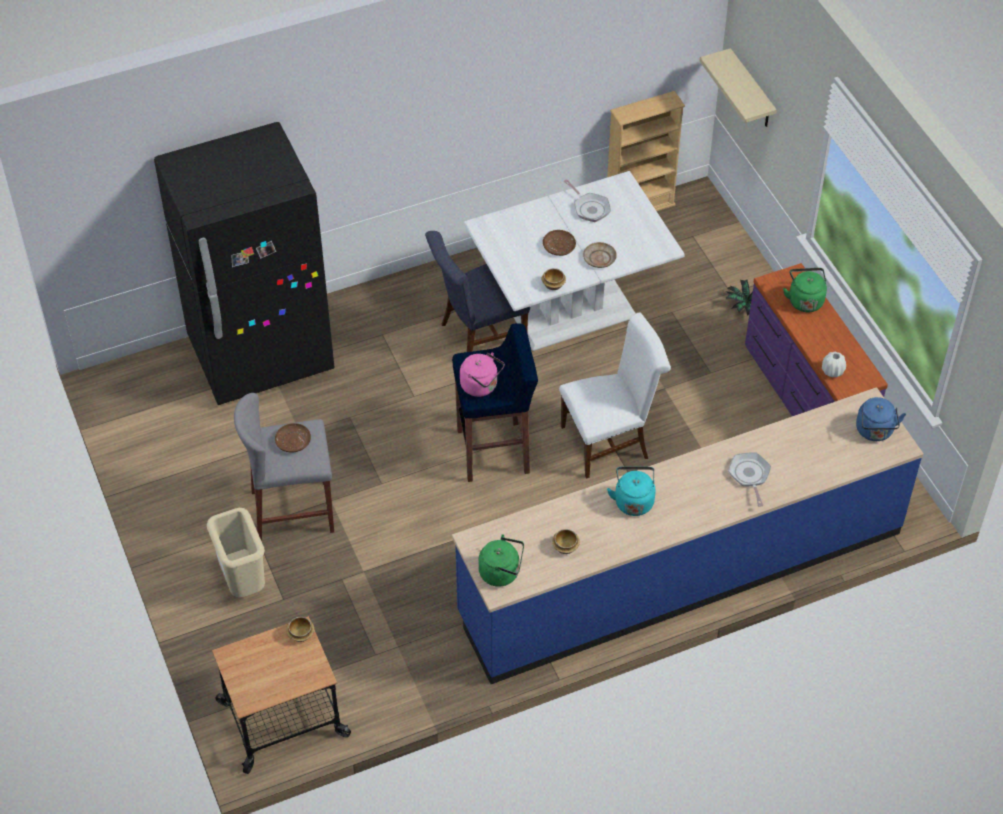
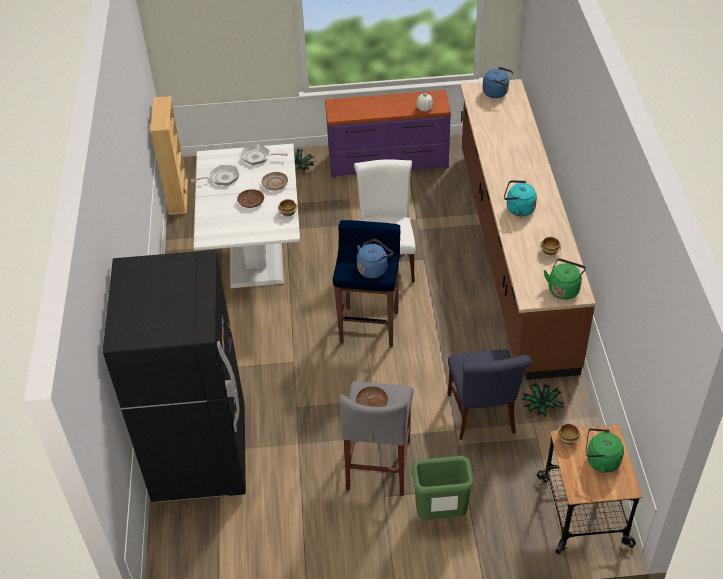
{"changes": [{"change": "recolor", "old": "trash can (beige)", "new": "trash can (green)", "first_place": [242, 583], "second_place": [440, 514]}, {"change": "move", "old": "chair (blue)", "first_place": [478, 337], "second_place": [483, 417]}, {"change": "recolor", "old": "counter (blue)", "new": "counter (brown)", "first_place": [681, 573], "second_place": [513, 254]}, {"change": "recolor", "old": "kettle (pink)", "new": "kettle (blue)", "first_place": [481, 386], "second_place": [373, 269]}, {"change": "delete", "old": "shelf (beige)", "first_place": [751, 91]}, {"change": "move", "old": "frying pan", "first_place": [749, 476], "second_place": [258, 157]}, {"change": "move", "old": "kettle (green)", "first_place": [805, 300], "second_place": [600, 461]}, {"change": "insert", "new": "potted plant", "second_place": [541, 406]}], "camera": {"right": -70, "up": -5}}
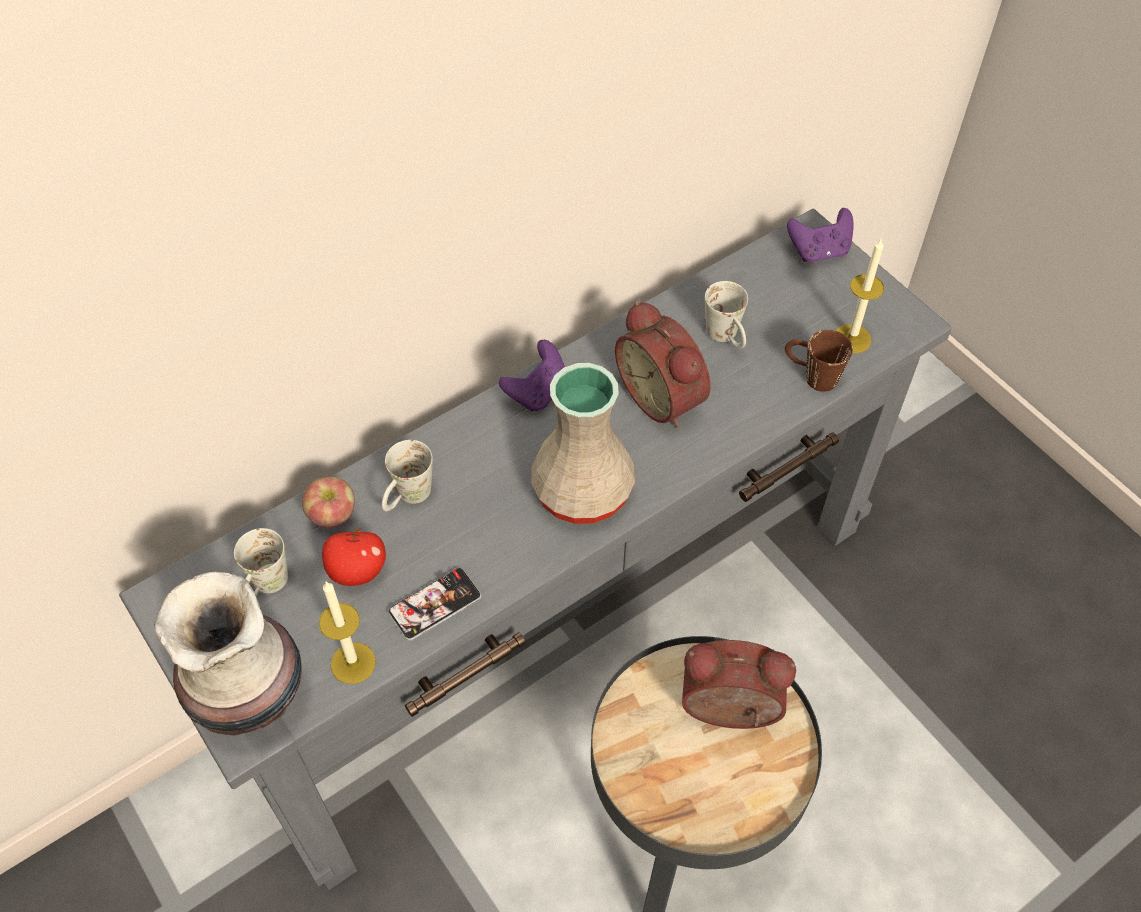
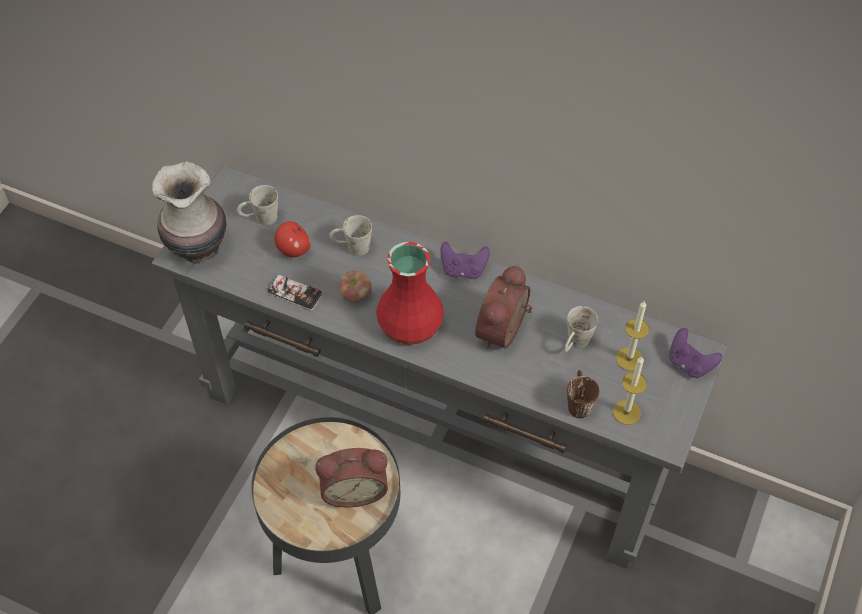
{"changes": [{"change": "move", "old": "apple", "first_place": [332, 515], "second_place": [356, 295]}, {"change": "move", "old": "candle", "first_place": [353, 663], "second_place": [629, 359]}, {"change": "recolor", "old": "vase (beige)", "new": "vase (red)", "first_place": [580, 490], "second_place": [409, 322]}, {"change": "rotate", "old": "alarm clock", "first_place": [729, 712], "second_place": [354, 488], "degrees": 105}], "camera": {"right": 60, "up": 0}}
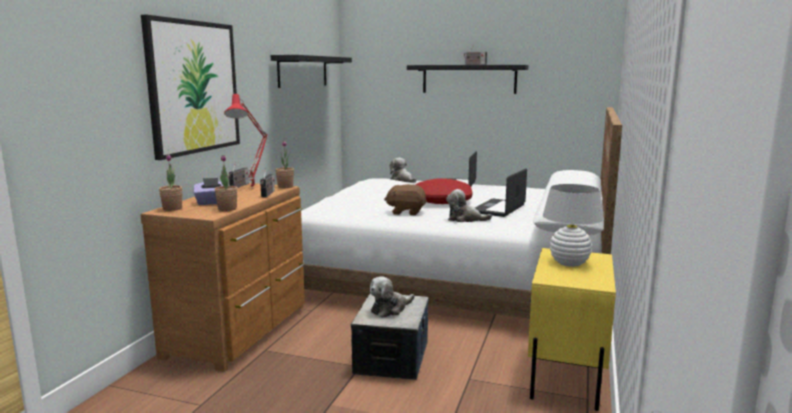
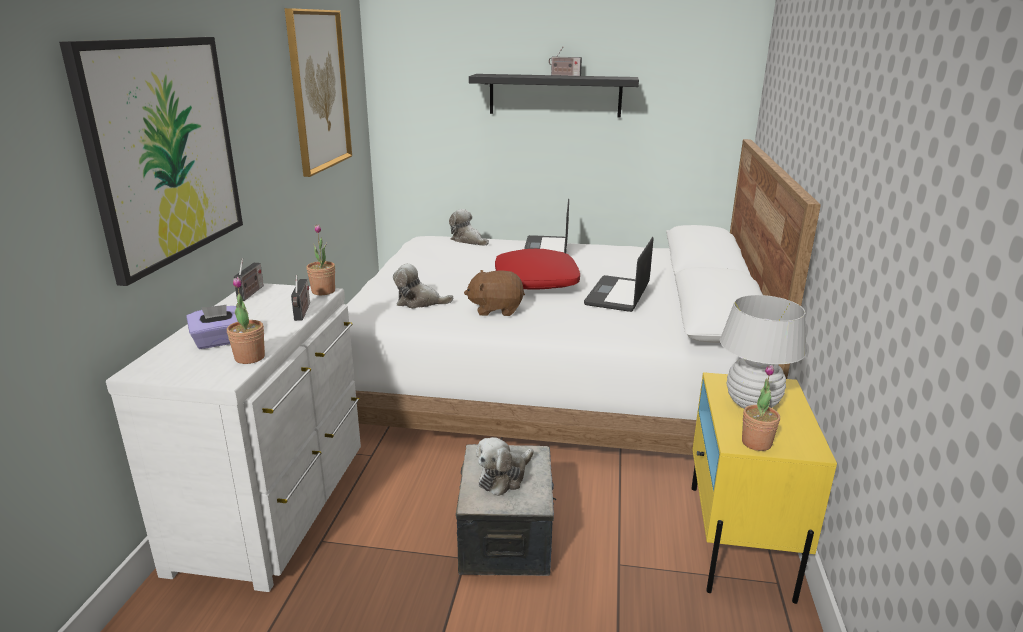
{"changes": [{"change": "recolor", "old": "dresser (brown)", "new": "dresser (white)", "first_place": [241, 330], "second_place": [278, 504]}, {"change": "move", "old": "potted plant", "first_place": [172, 209], "second_place": [756, 443]}, {"change": "delete", "old": "table lamp (red)", "first_place": [254, 188]}, {"change": "replace", "old": "shelf (black)", "new": "picture", "first_place": [303, 71], "second_place": [319, 90]}, {"change": "move", "old": "plush toy", "first_place": [465, 219], "second_place": [419, 302]}], "camera": {"right": -10, "up": 10}}
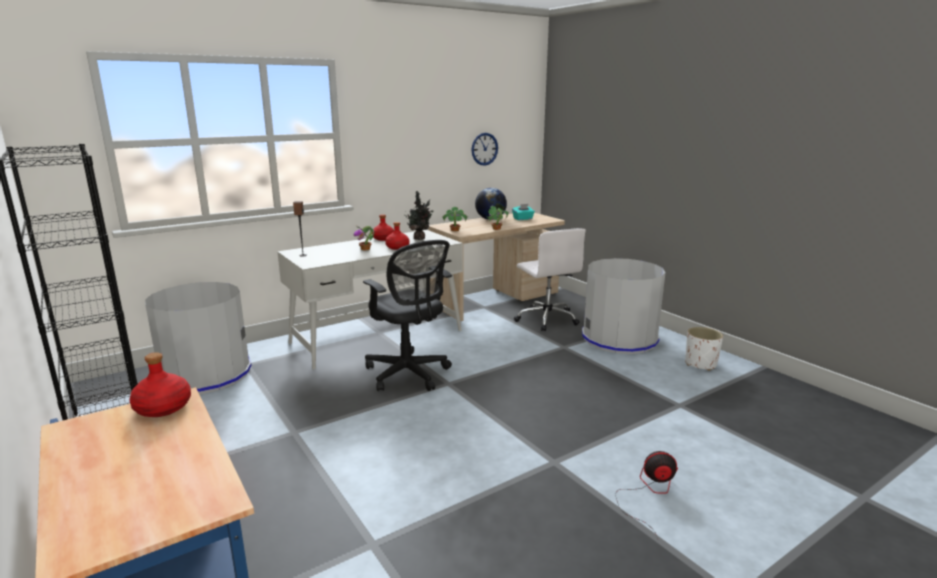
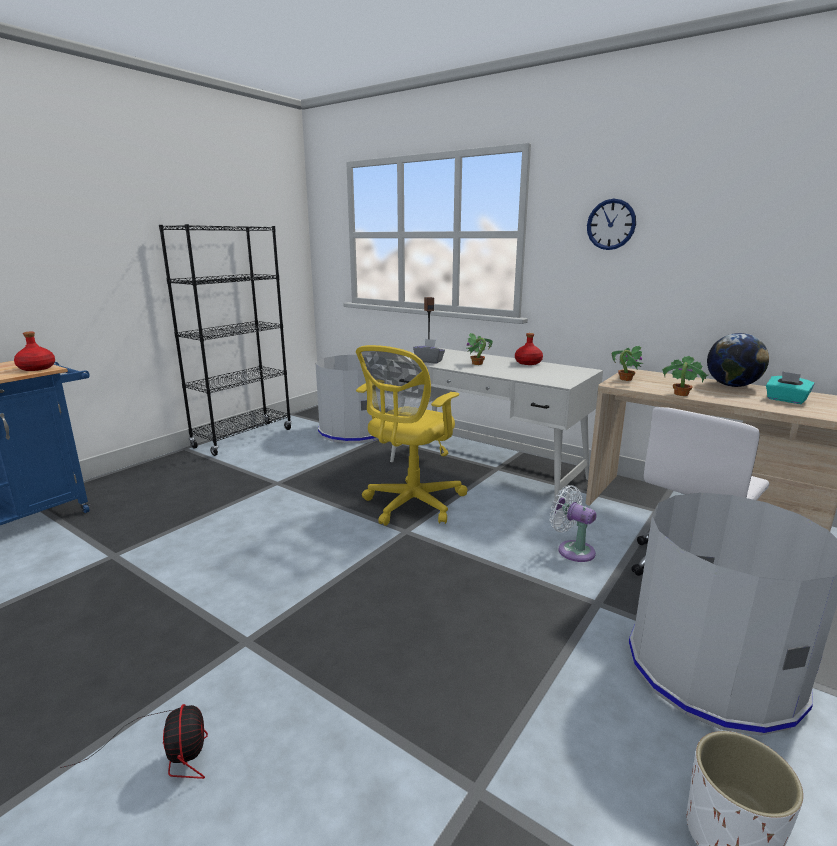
{"changes": [{"change": "recolor", "old": "office chair (black)", "new": "office chair (yellow)", "first_place": [409, 374], "second_place": [411, 505]}, {"change": "delete", "old": "bottle (red)", "first_place": [397, 247]}, {"change": "delete", "old": "potted plant", "first_place": [419, 238]}, {"change": "move", "old": "wall clock", "first_place": [484, 149], "second_place": [611, 224]}, {"change": "insert", "new": "tissue box (grey)", "second_place": [429, 361]}, {"change": "insert", "new": "fan (white)", "second_place": [572, 550]}], "camera": {"right": 70, "up": 0}}
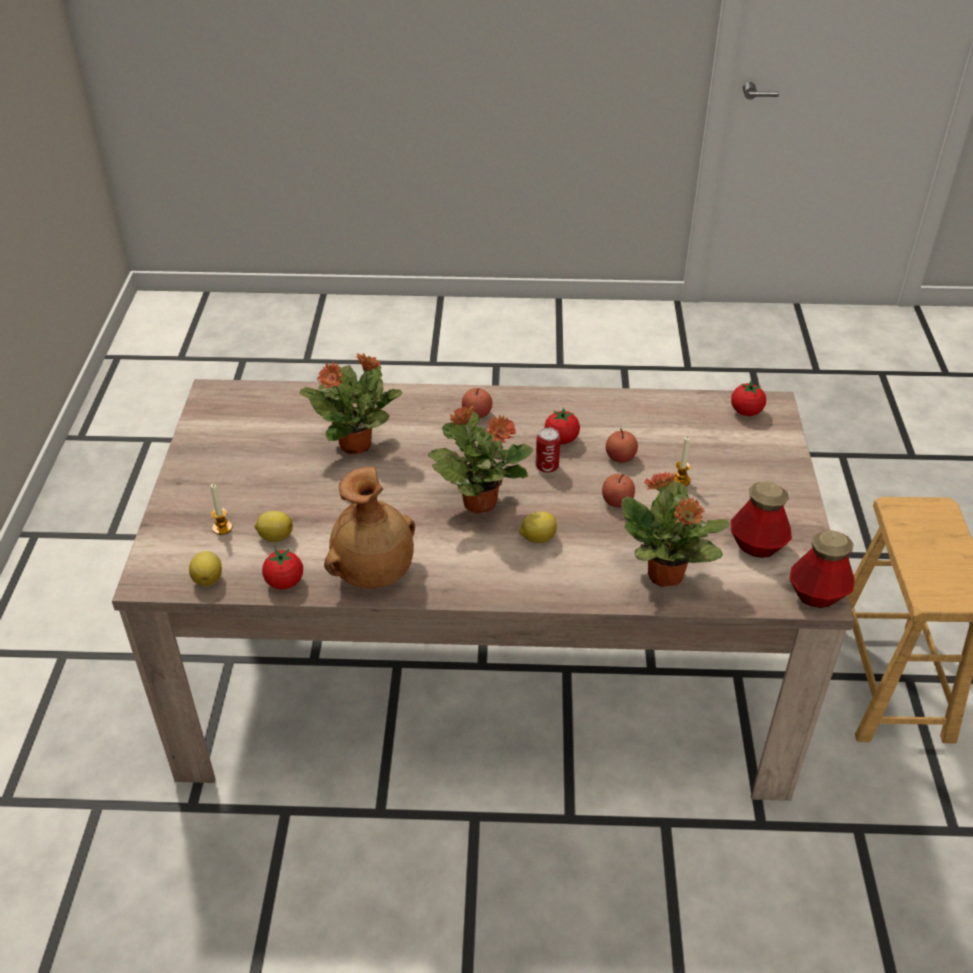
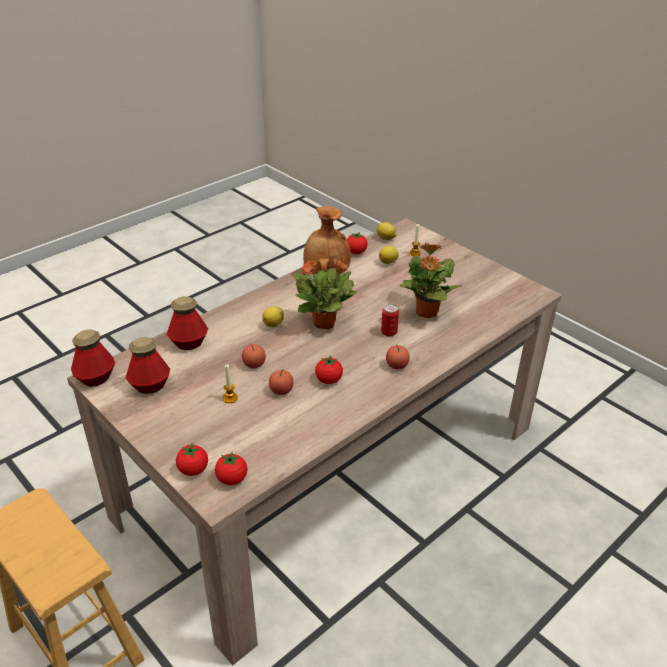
{"changes": [{"change": "move", "old": "can", "first_place": [547, 466], "second_place": [389, 332]}, {"change": "replace", "old": "potted plant", "new": "bottle", "first_place": [665, 576], "second_place": [189, 343]}, {"change": "insert", "new": "tomato", "second_place": [193, 470]}], "camera": {"right": 135, "up": -5}}
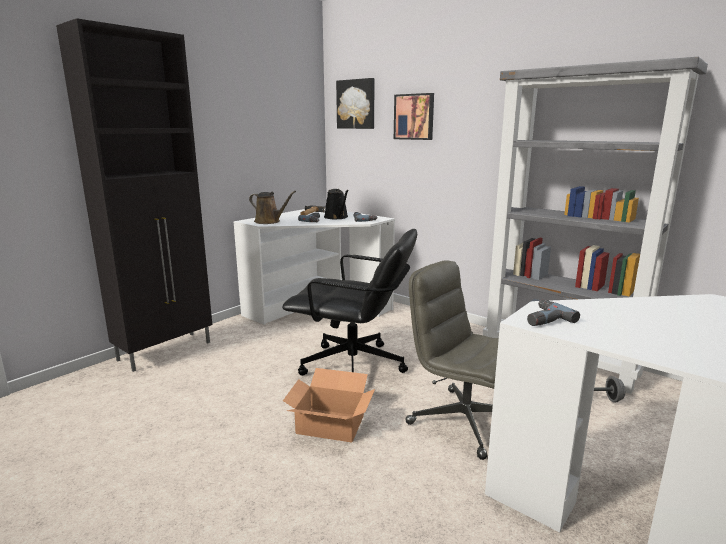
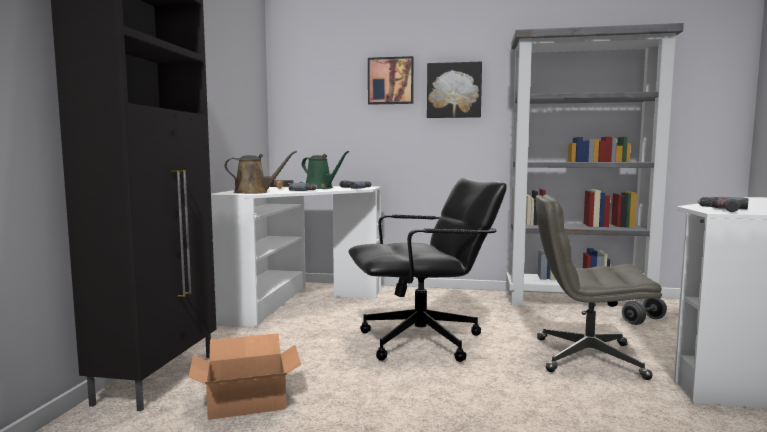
{"changes": [{"change": "move", "old": "cardboard box", "first_place": [330, 424], "second_place": [246, 400]}, {"change": "recolor", "old": "watering can (black)", "new": "watering can (green)", "first_place": [337, 217], "second_place": [321, 188]}, {"change": "move", "old": "picture", "first_place": [356, 104], "second_place": [454, 90]}], "camera": {"right": -30, "up": -10}}
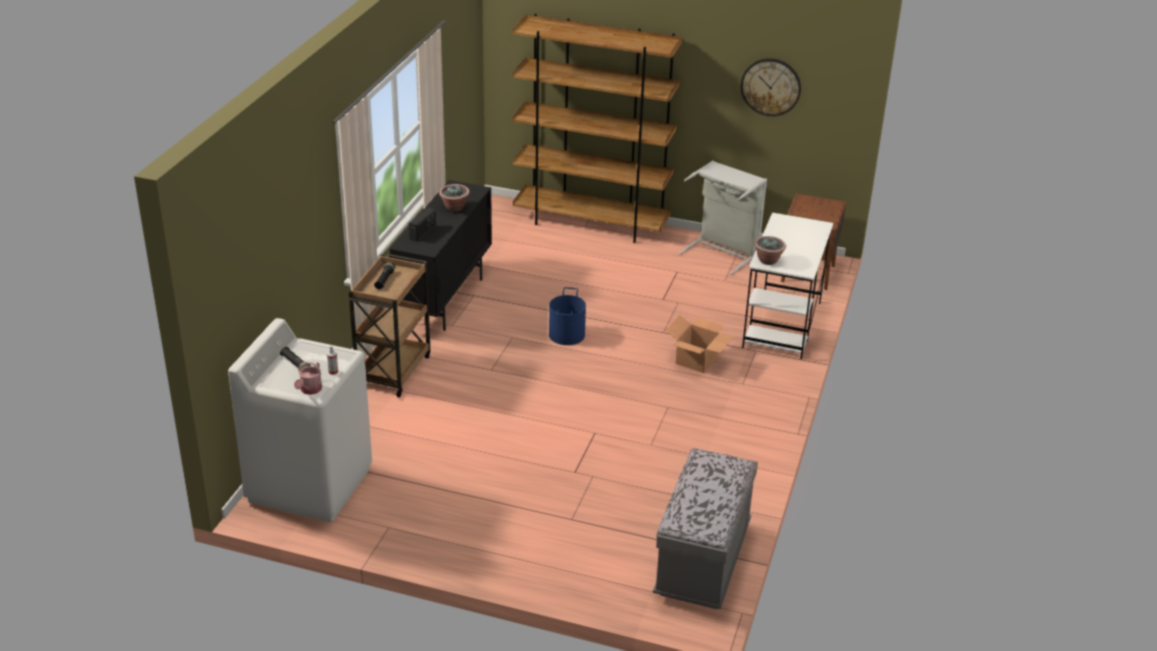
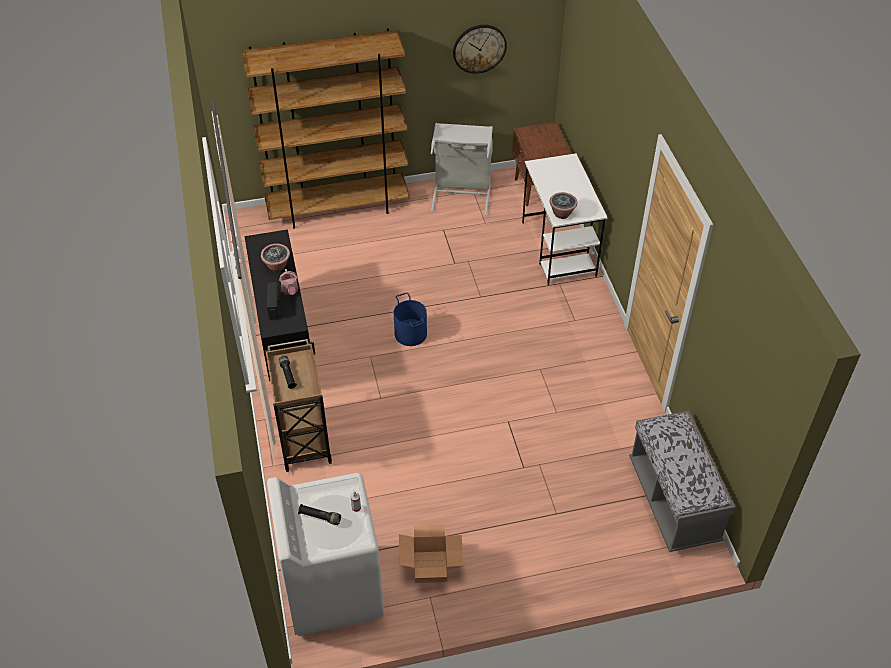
{"changes": [{"change": "move", "old": "watering can", "first_place": [309, 390], "second_place": [290, 291]}, {"change": "move", "old": "cardboard box", "first_place": [696, 360], "second_place": [430, 566]}], "camera": {"right": -30, "up": 15}}
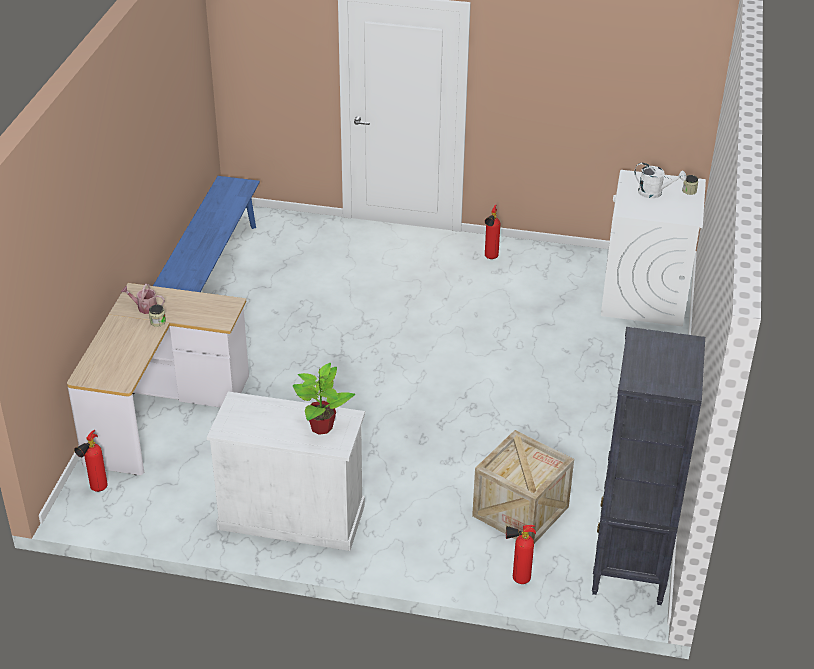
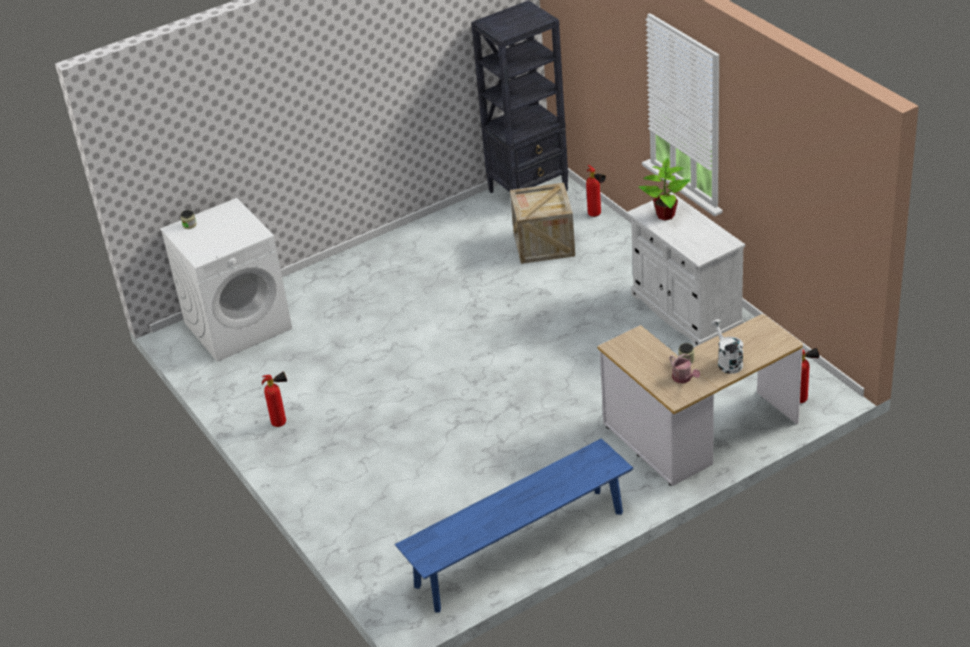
{"changes": [{"change": "move", "old": "watering can (white)", "first_place": [654, 193], "second_place": [727, 362]}], "camera": {"right": -130, "up": 0}}
